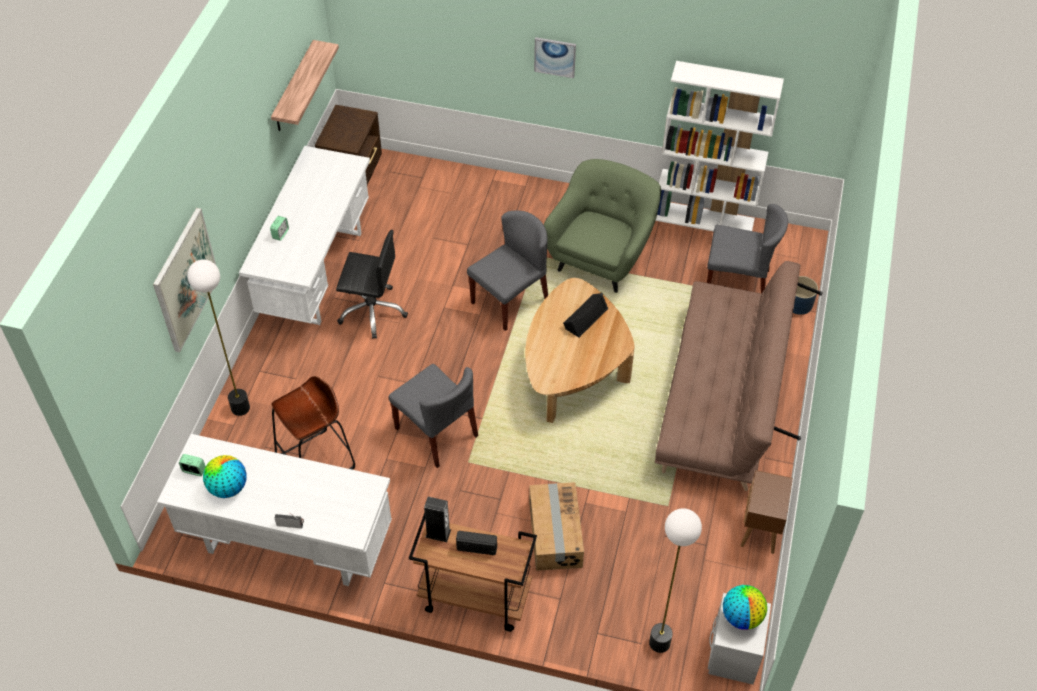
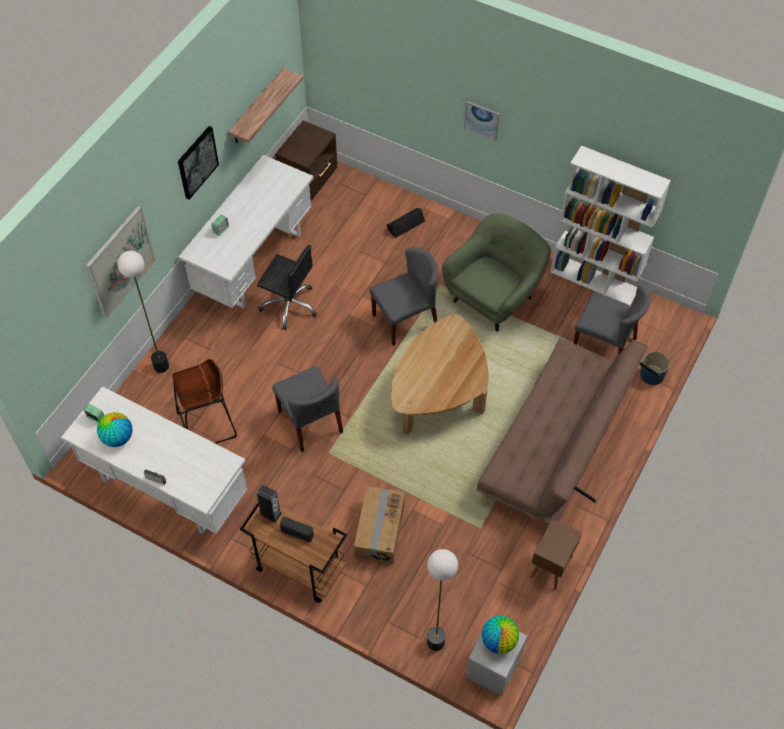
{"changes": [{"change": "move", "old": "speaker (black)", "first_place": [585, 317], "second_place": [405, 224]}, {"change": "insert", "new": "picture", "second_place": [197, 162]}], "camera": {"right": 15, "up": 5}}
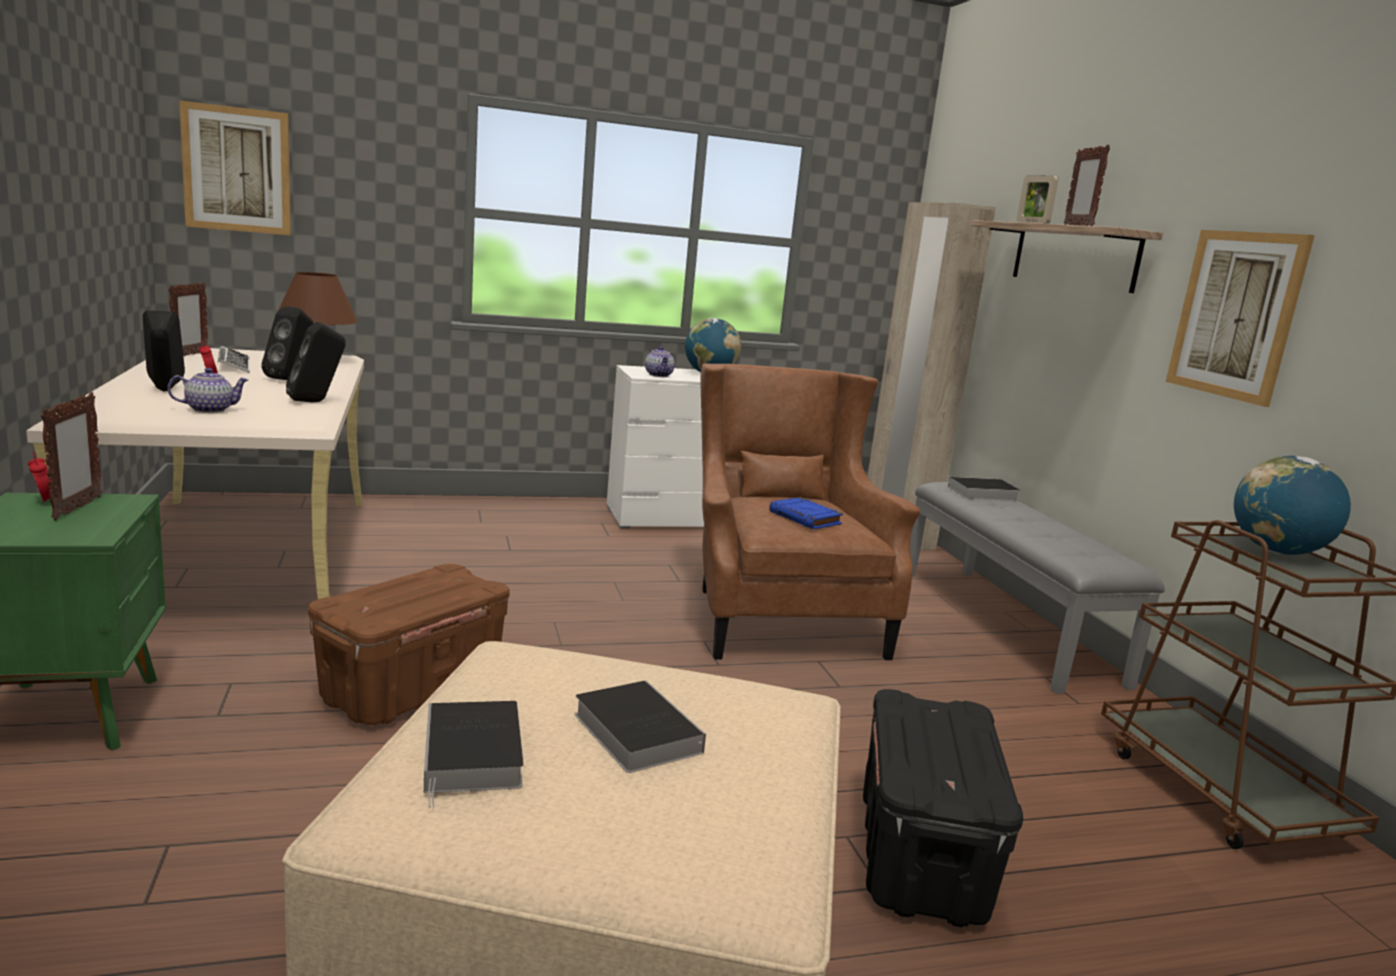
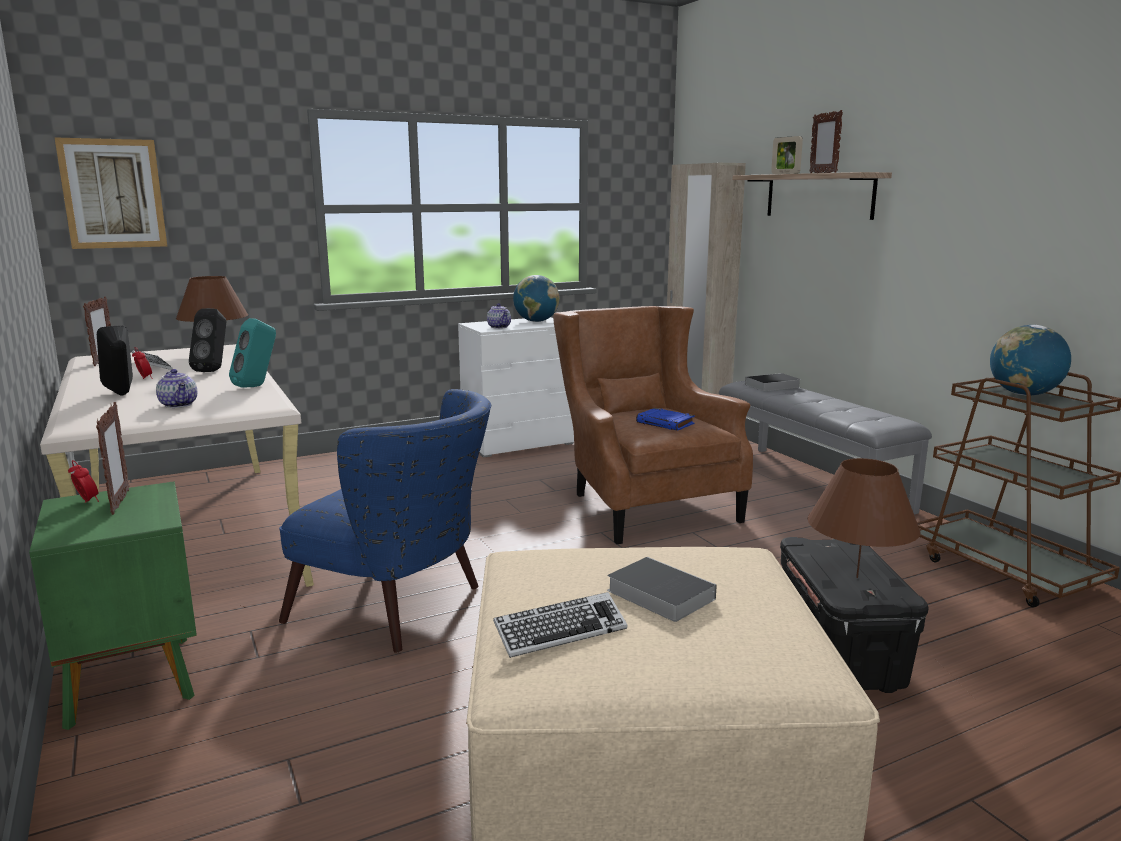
{"changes": [{"change": "rotate", "old": "teapot", "first_place": [210, 410], "second_place": [179, 405], "degrees": 90}, {"change": "recolor", "old": "speaker (black)", "new": "speaker (turquoise)", "first_place": [316, 402], "second_place": [257, 386]}, {"change": "replace", "old": "storage box (brown)", "new": "armchair (blue)", "first_place": [411, 690], "second_place": [401, 609]}, {"change": "replace", "old": "book", "new": "keyboard", "first_place": [474, 756], "second_place": [560, 631]}, {"change": "delete", "old": "picture", "first_place": [1235, 314]}, {"change": "insert", "new": "table lamp (brown)", "second_place": [857, 577]}], "camera": {"right": -10, "up": 0}}
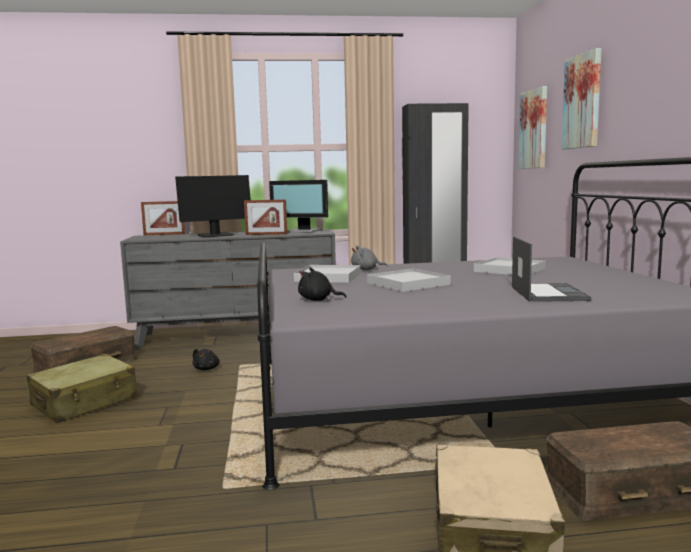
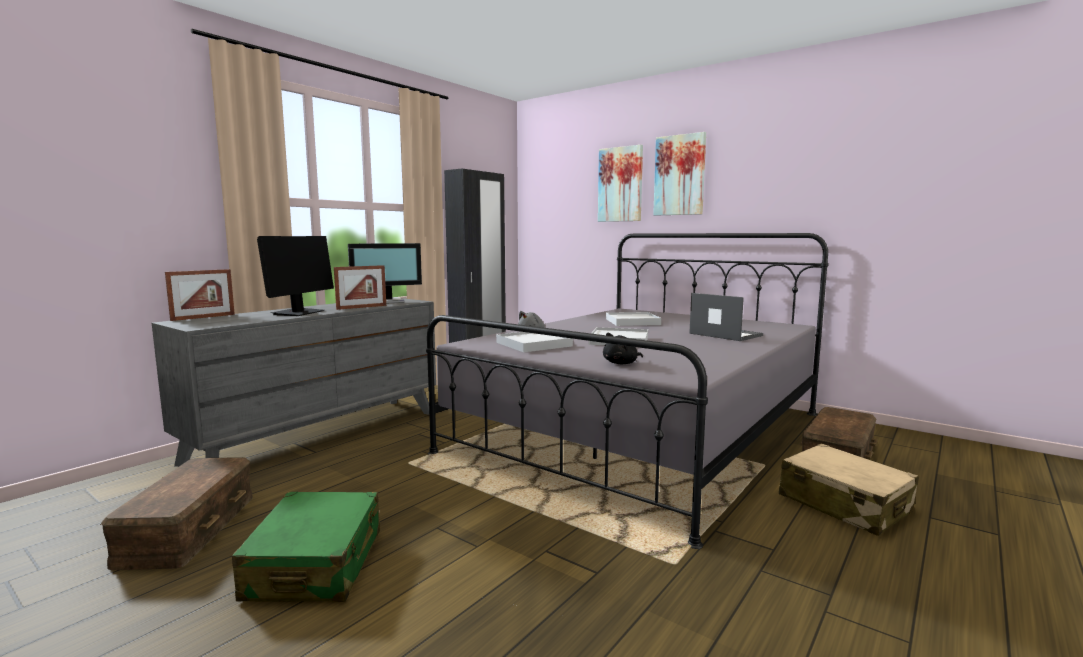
{"changes": [{"change": "recolor", "old": "suitcase (beige)", "new": "suitcase (green)", "first_place": [85, 402], "second_place": [316, 564]}, {"change": "delete", "old": "plush toy (black)", "first_place": [207, 369]}, {"change": "move", "old": "picture", "first_place": [534, 129], "second_place": [679, 175]}], "camera": {"right": -45, "up": 0}}
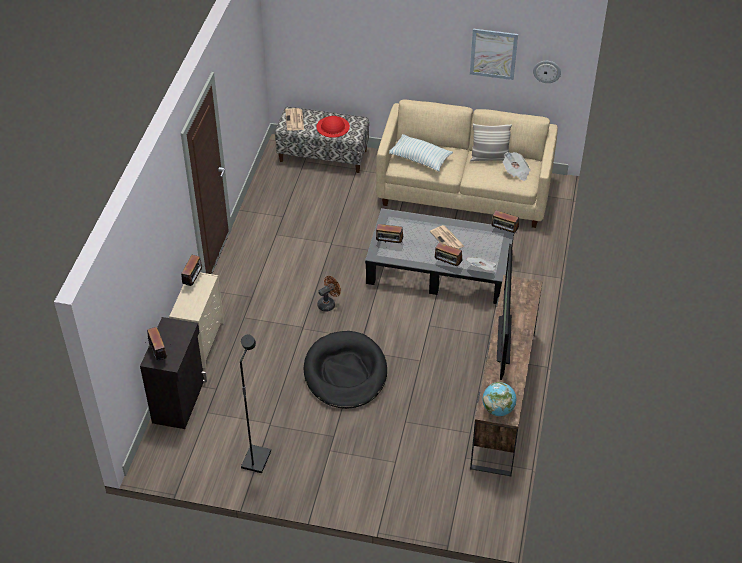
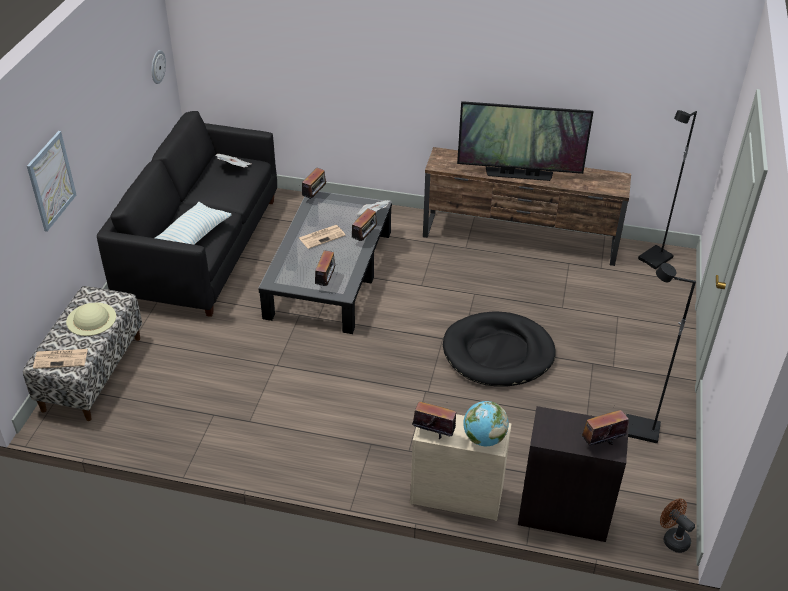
{"changes": [{"change": "recolor", "old": "hat (red)", "new": "hat (beige)", "first_place": [333, 126], "second_place": [91, 319]}, {"change": "move", "old": "fan (brown)", "first_place": [328, 303], "second_place": [672, 538]}, {"change": "recolor", "old": "sofa (beige)", "new": "sofa (black)", "first_place": [465, 191], "second_place": [200, 248]}, {"change": "move", "old": "picture", "first_place": [493, 54], "second_place": [51, 181]}, {"change": "delete", "old": "pillow", "first_place": [489, 158]}, {"change": "move", "old": "globe", "first_place": [498, 409], "second_place": [484, 438]}, {"change": "insert", "new": "floor lamp (black)", "second_place": [655, 259]}], "camera": {"right": -90, "up": -5}}
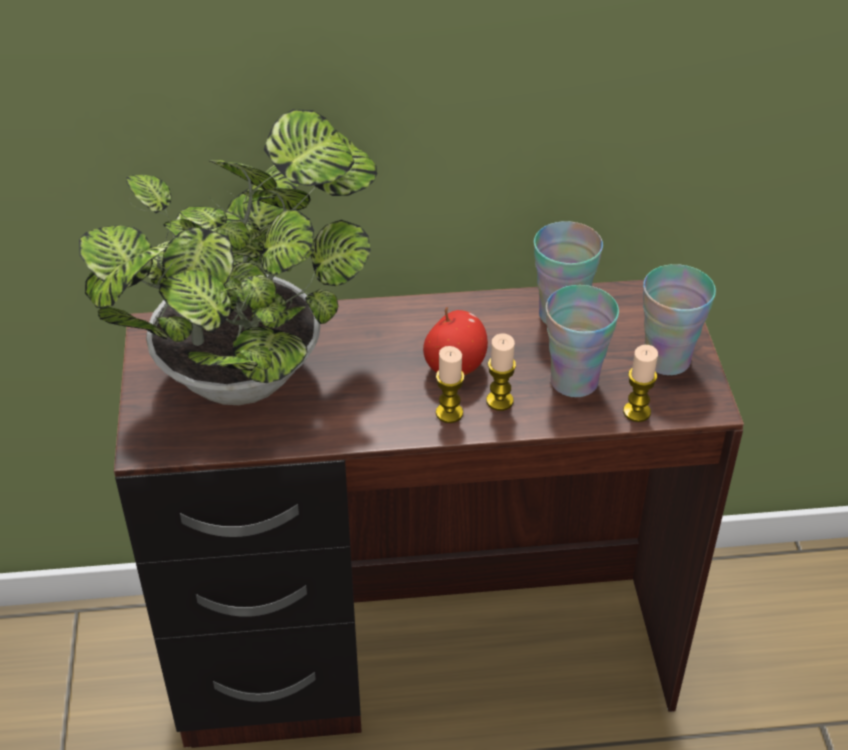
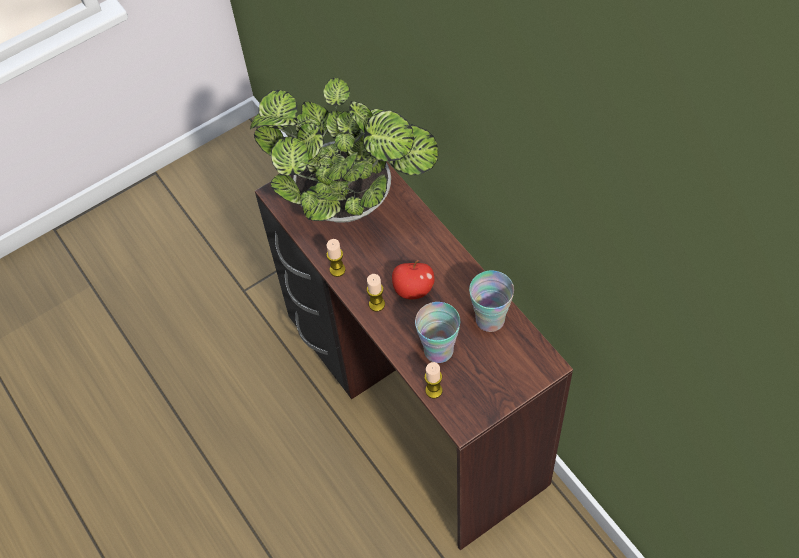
{"changes": [{"change": "move", "old": "candle", "first_place": [499, 401], "second_place": [337, 270]}, {"change": "delete", "old": "cup", "first_place": [666, 360]}], "camera": {"right": 65, "up": 15}}
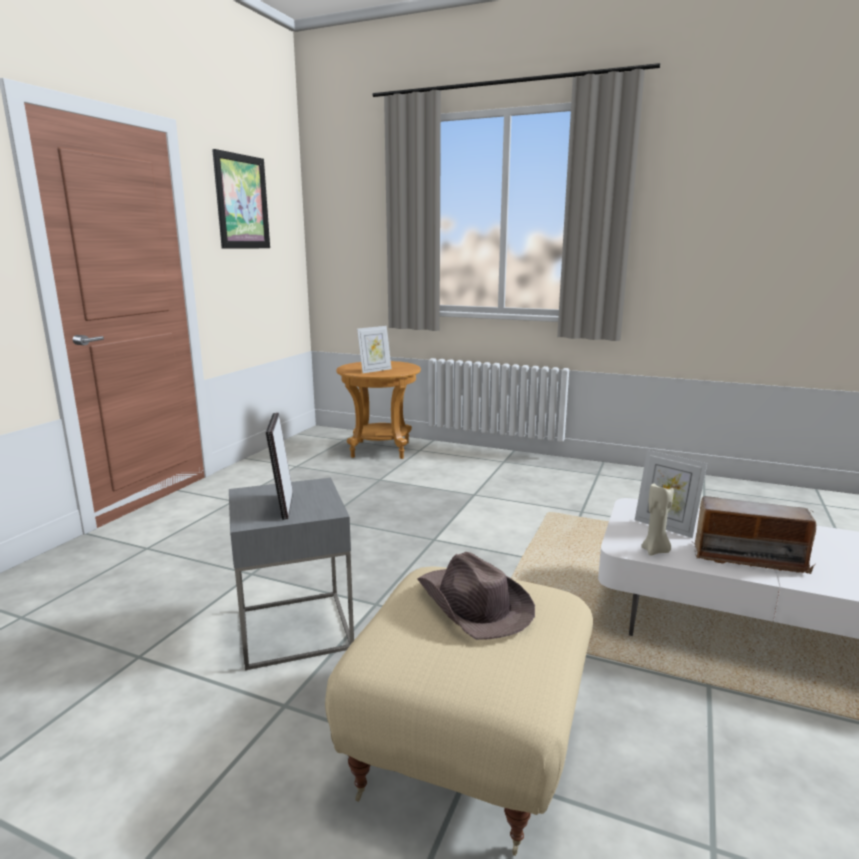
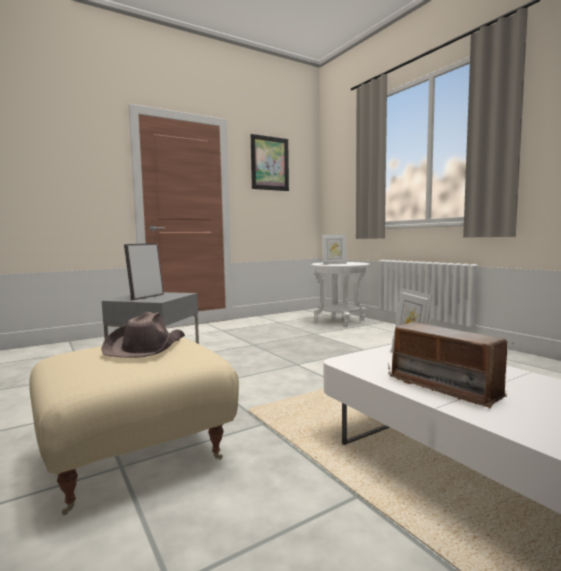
{"changes": [{"change": "recolor", "old": "side table (brown)", "new": "side table (white)", "first_place": [380, 449], "second_place": [340, 321]}, {"change": "delete", "old": "candle (beige)", "first_place": [655, 551]}], "camera": {"right": 35, "up": -10}}
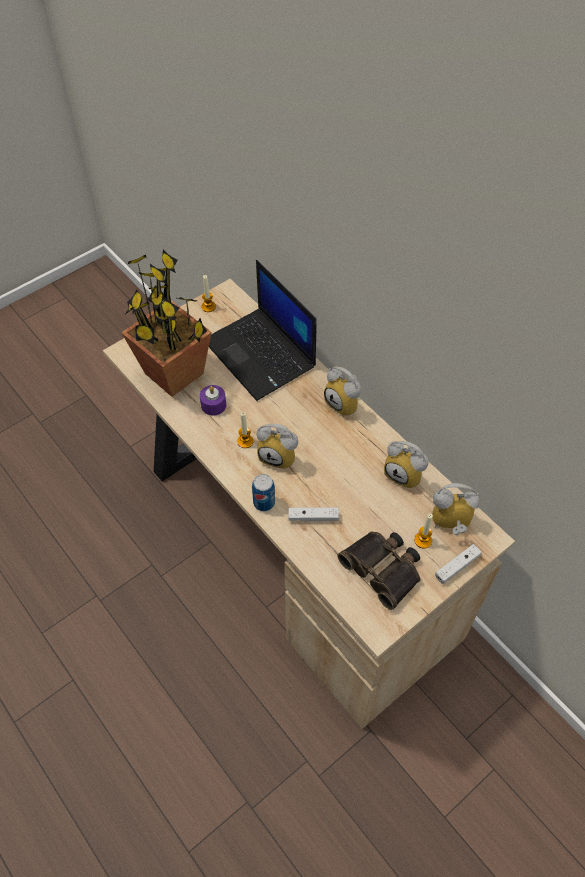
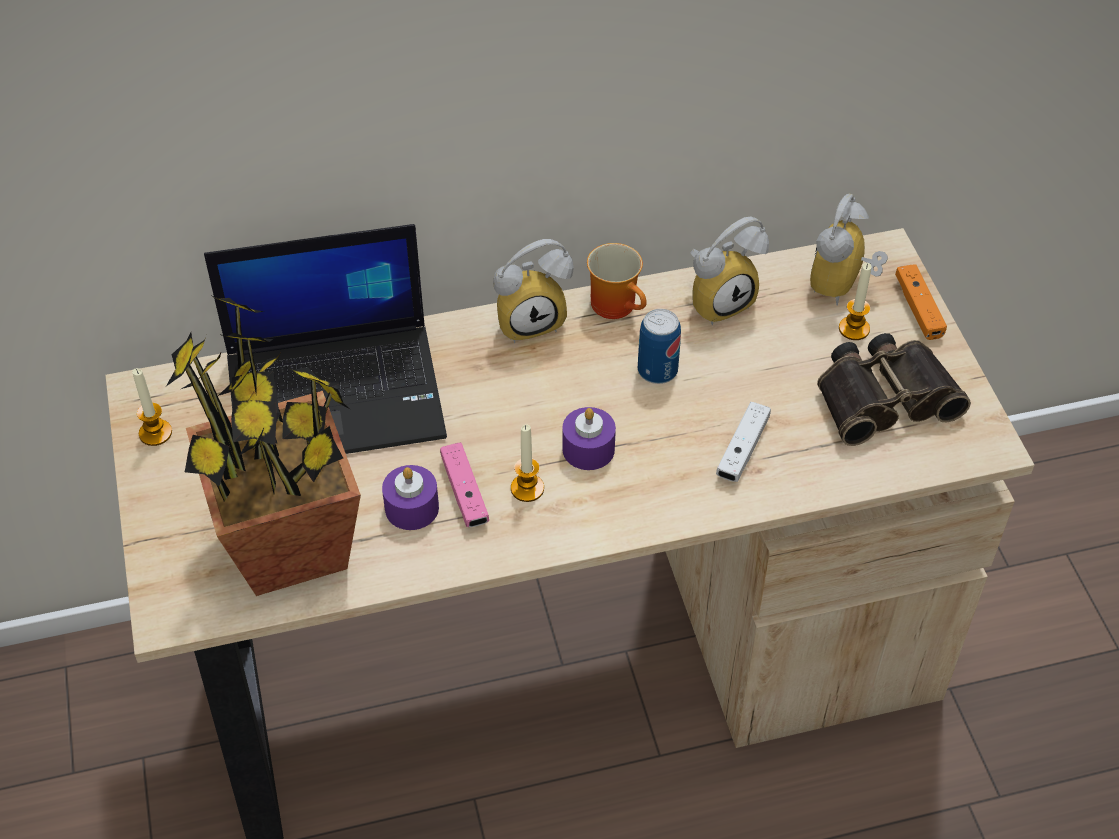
{"changes": [{"change": "move", "old": "can", "first_place": [264, 502], "second_place": [657, 371]}, {"change": "replace", "old": "alarm clock", "new": "candle (purple)", "first_place": [280, 455], "second_place": [588, 449]}, {"change": "recolor", "old": "game controller (white)", "new": "game controller (orange)", "first_place": [457, 566], "second_place": [918, 309]}, {"change": "insert", "new": "game controller (pink)", "second_place": [464, 492]}, {"change": "insert", "new": "mug", "second_place": [619, 305]}], "camera": {"right": -65, "up": -5}}
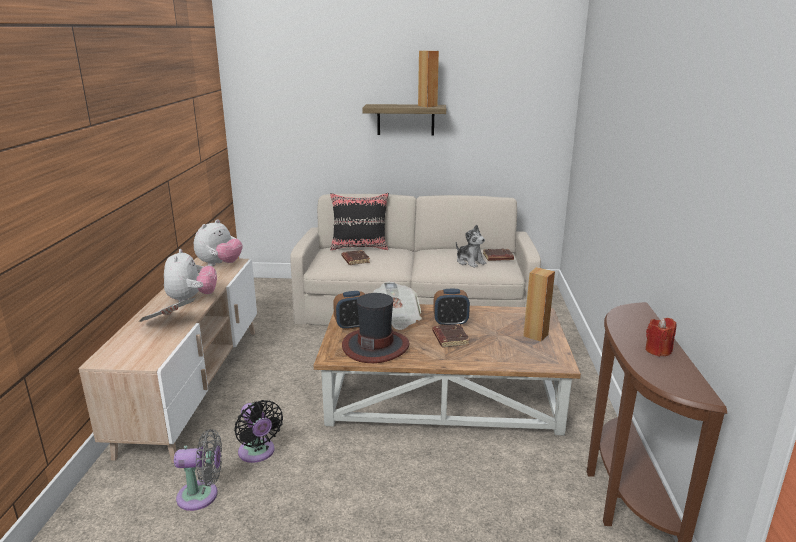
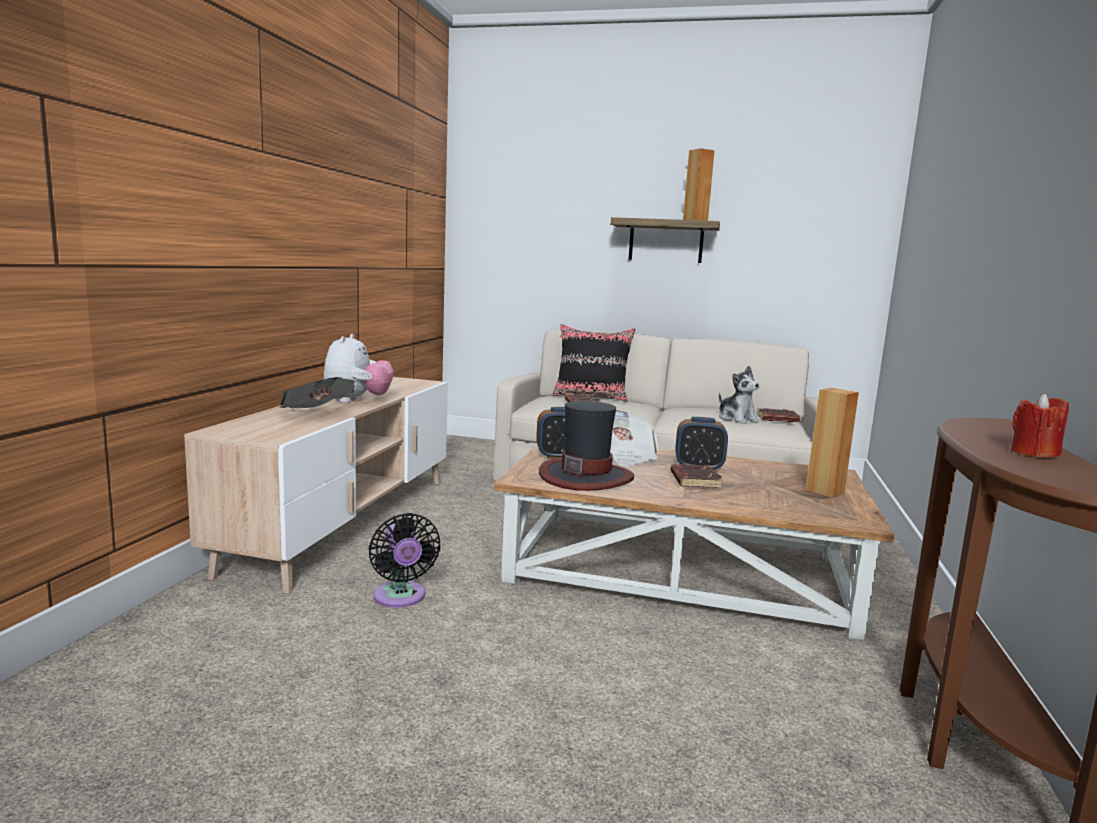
{"changes": [{"change": "delete", "old": "fan (grey)", "first_place": [202, 495]}, {"change": "delete", "old": "plush toy", "first_place": [220, 264]}], "camera": {"right": 10, "up": -10}}
